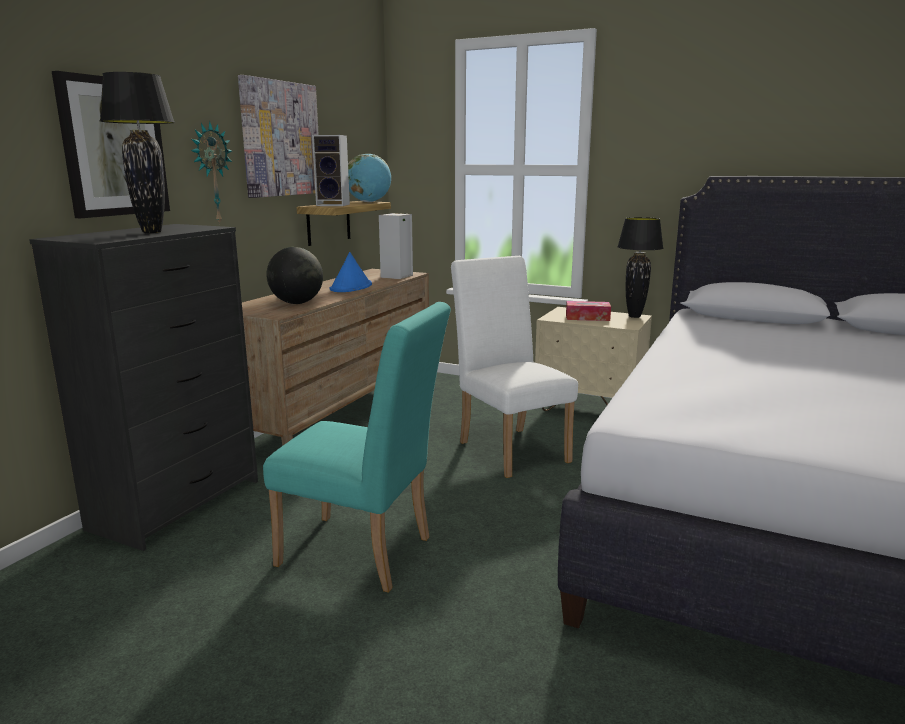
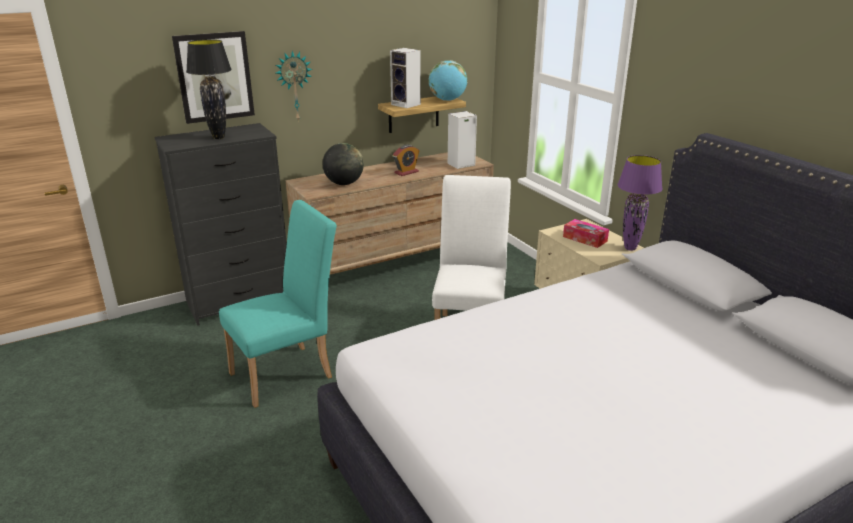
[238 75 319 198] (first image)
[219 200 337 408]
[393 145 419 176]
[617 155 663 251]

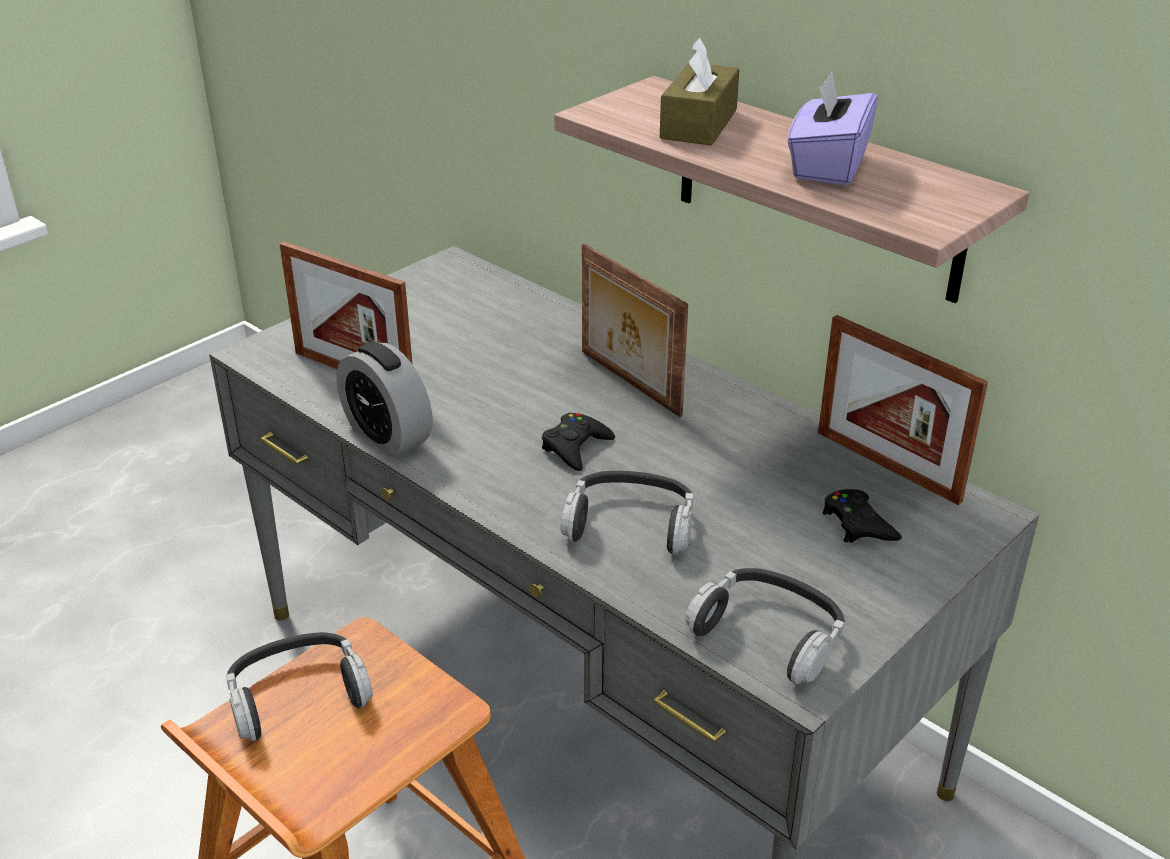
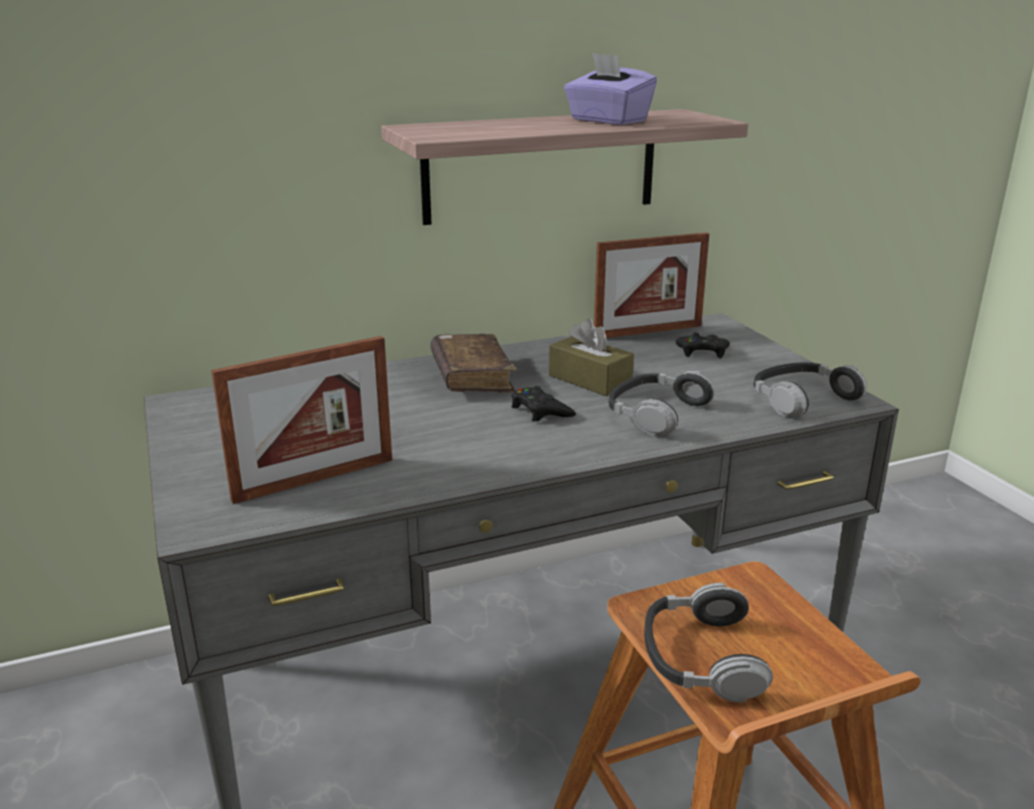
[336 342 433 457] (first image)
[431 334 517 393]
[549 319 634 396]

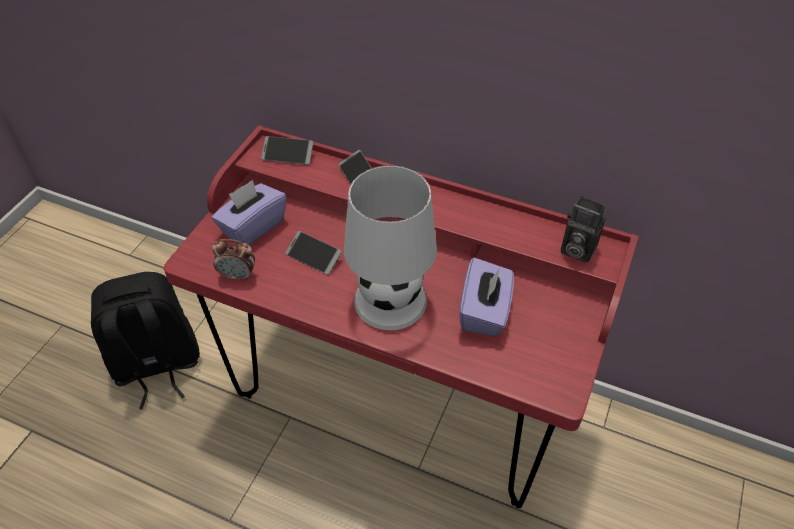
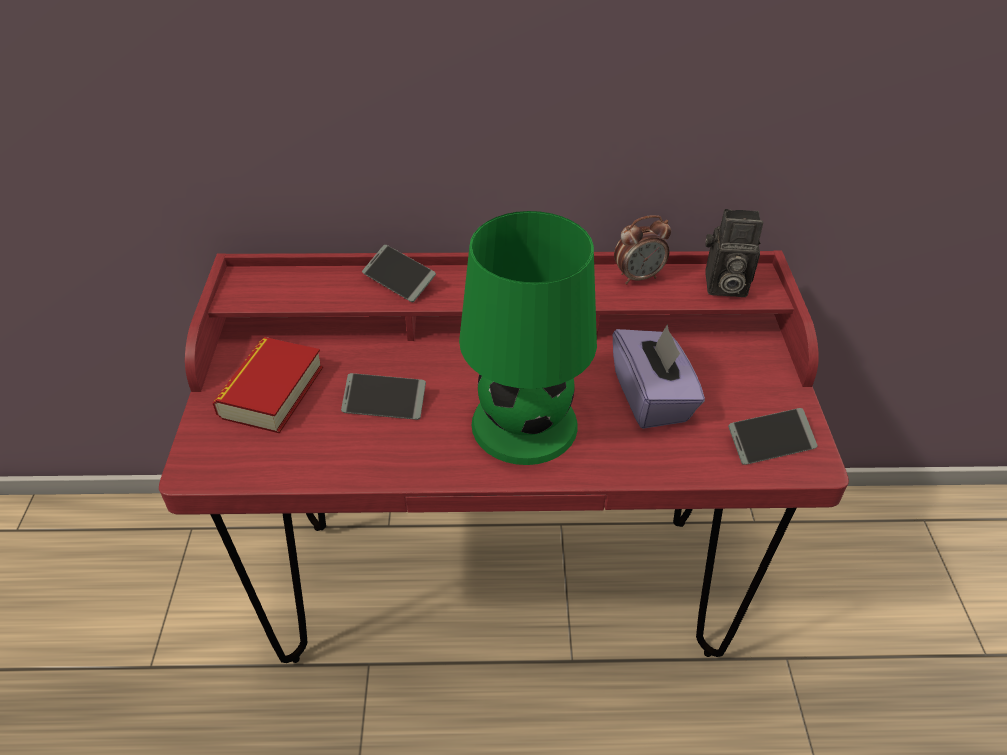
[91 272 200 409] (first image)
[213 337 323 433]
[614 215 671 285]
[728 408 818 465]
[459 211 597 465]

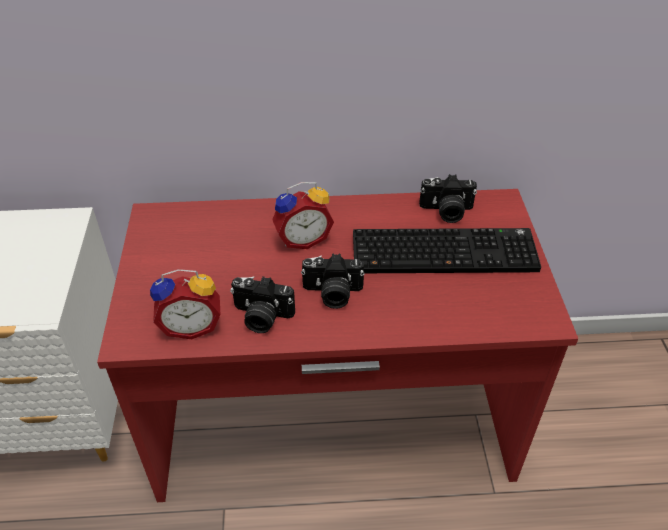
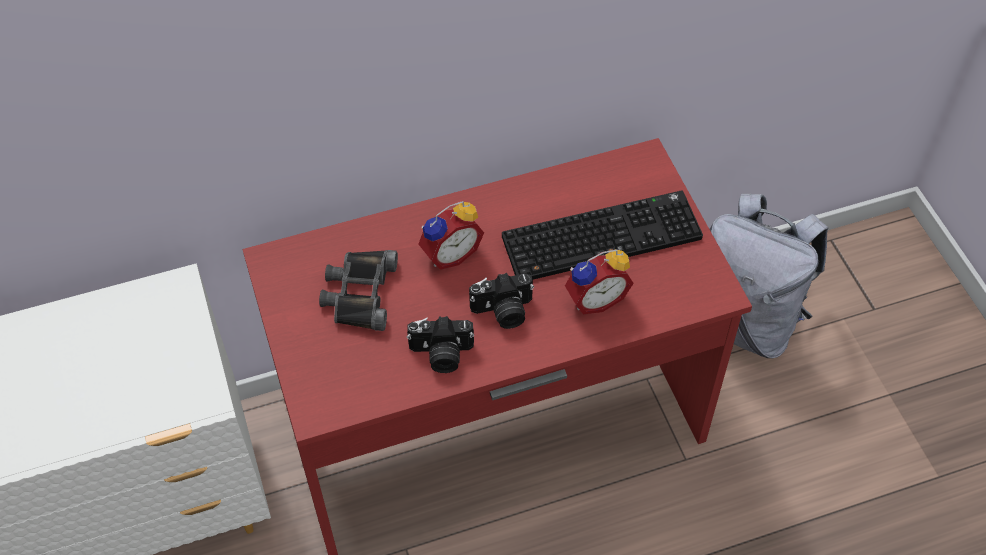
[565 249 634 314]
[419 174 477 223] (first image)
[319 250 398 331]
[710 193 828 358]

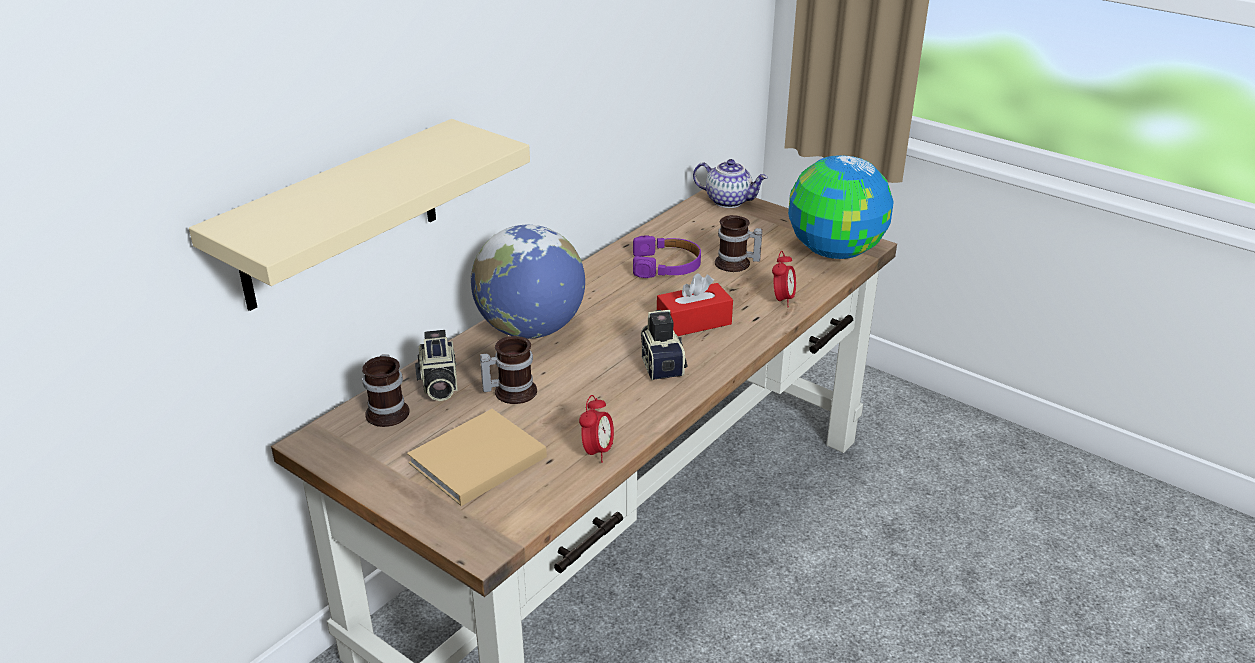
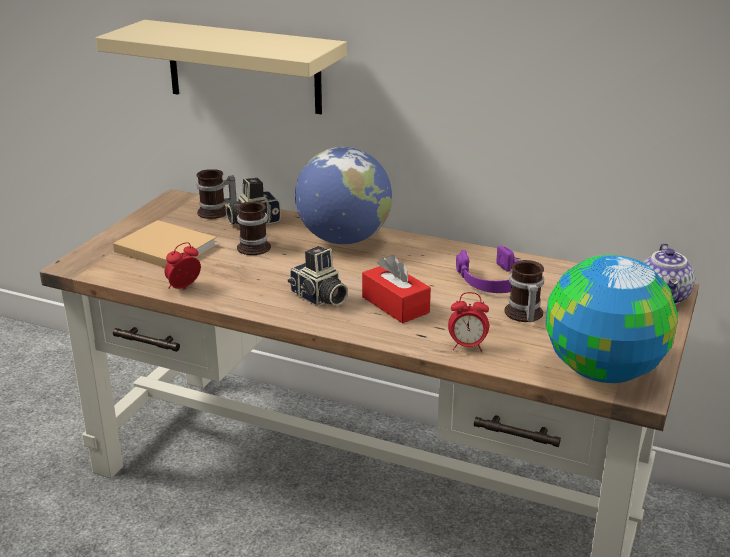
[164 242 201 289]
[288 246 348 306]

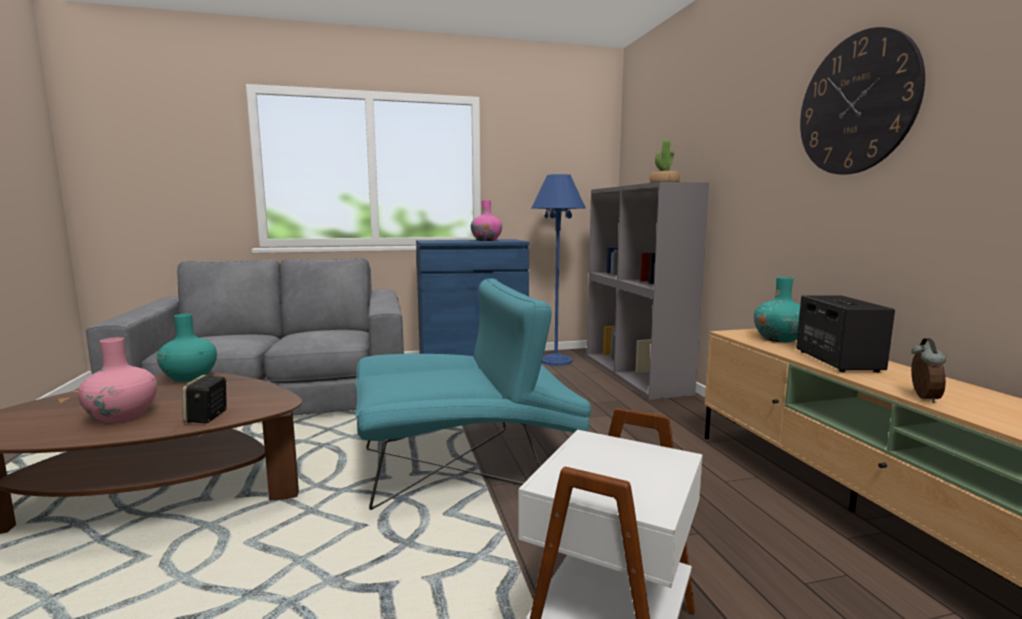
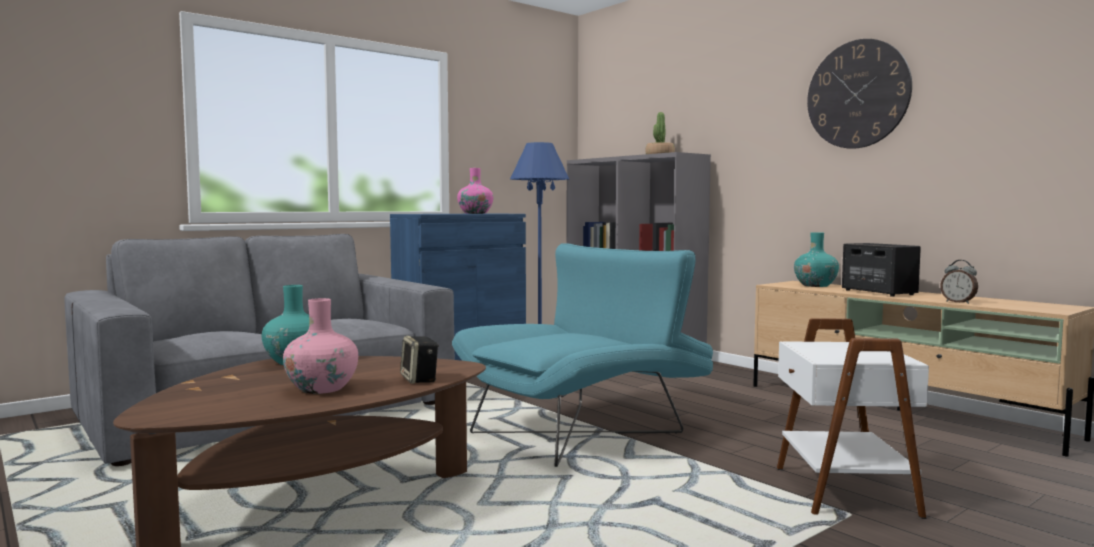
[940 260 978 304]

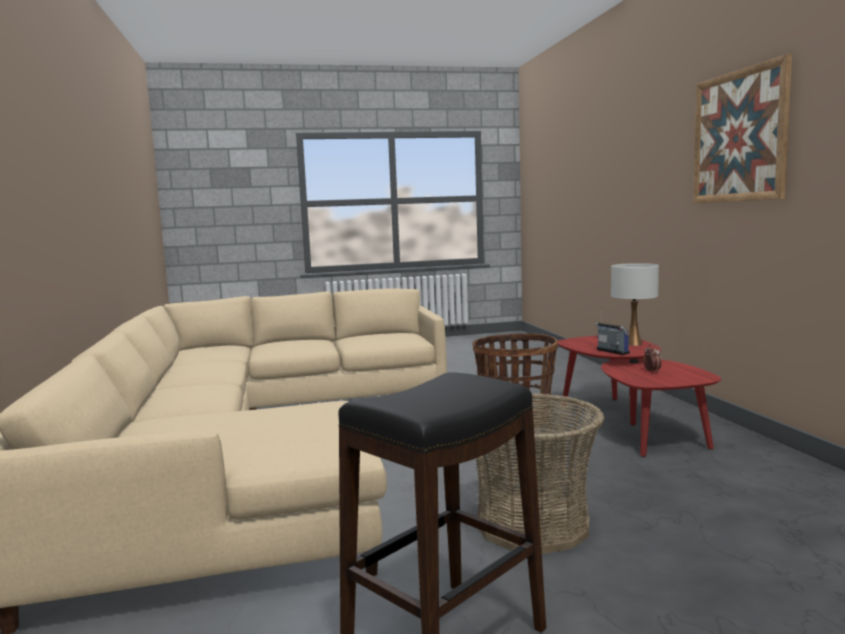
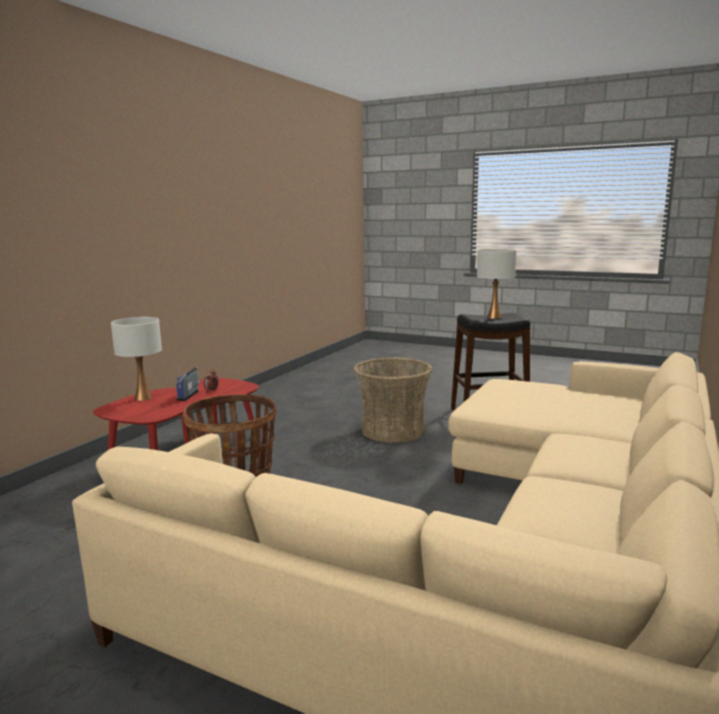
[693 54 792 203] (first image)
[477 249 517 319]

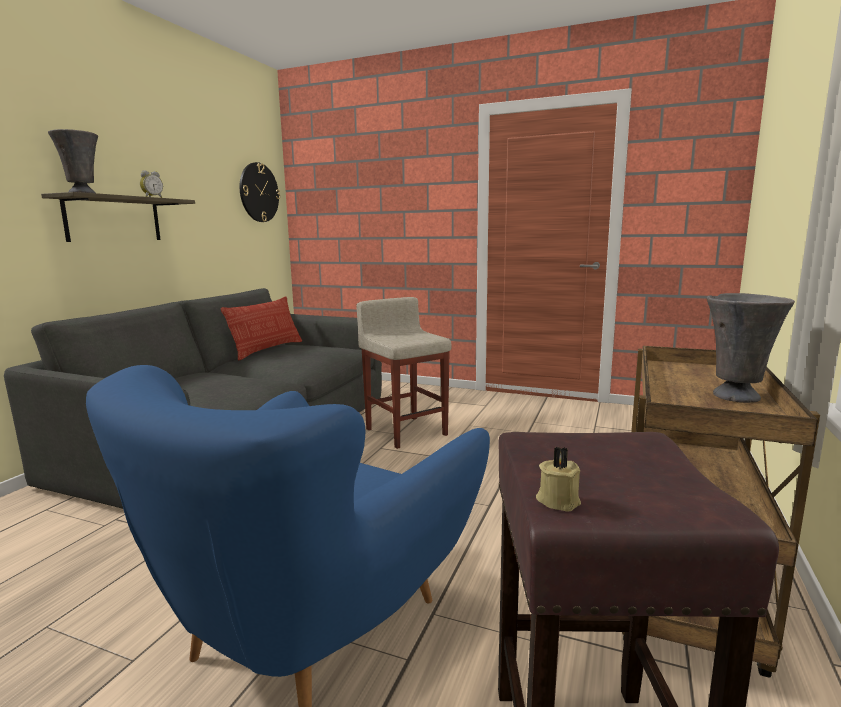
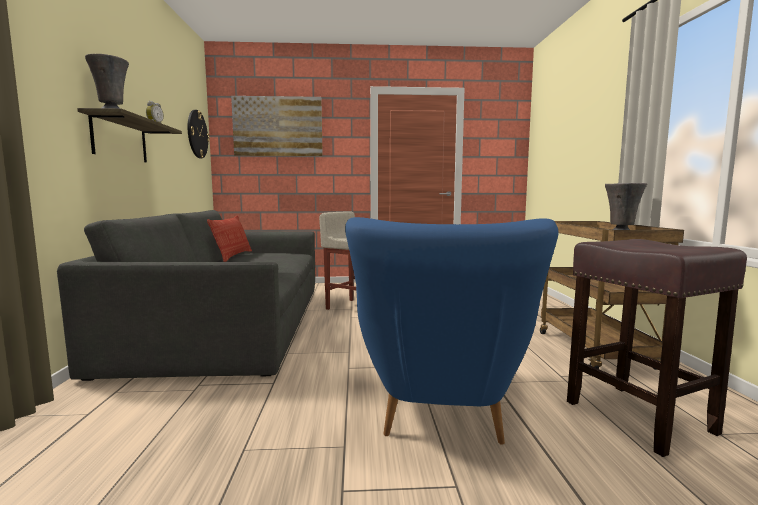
[536 446 581 512] (first image)
[231 96 323 156]

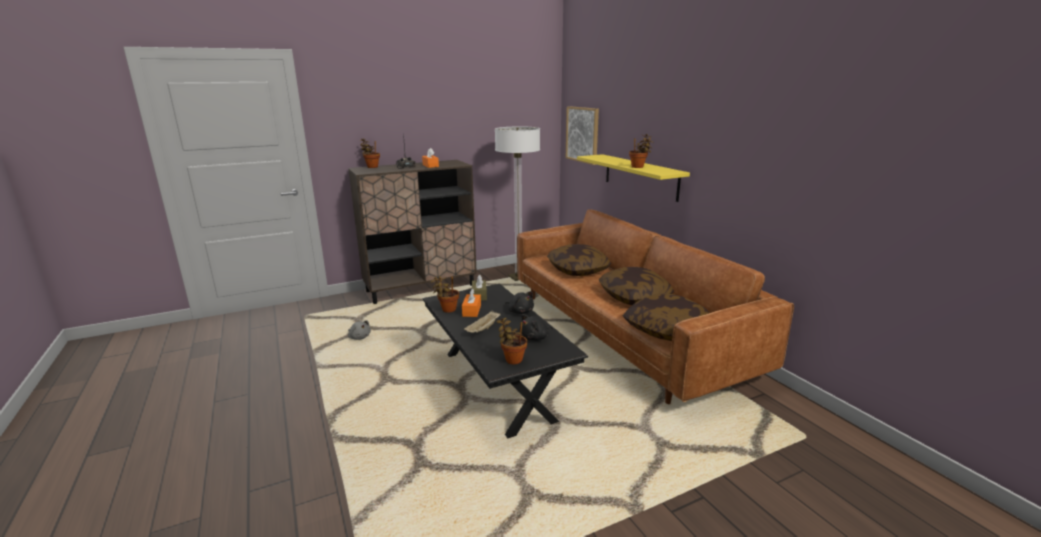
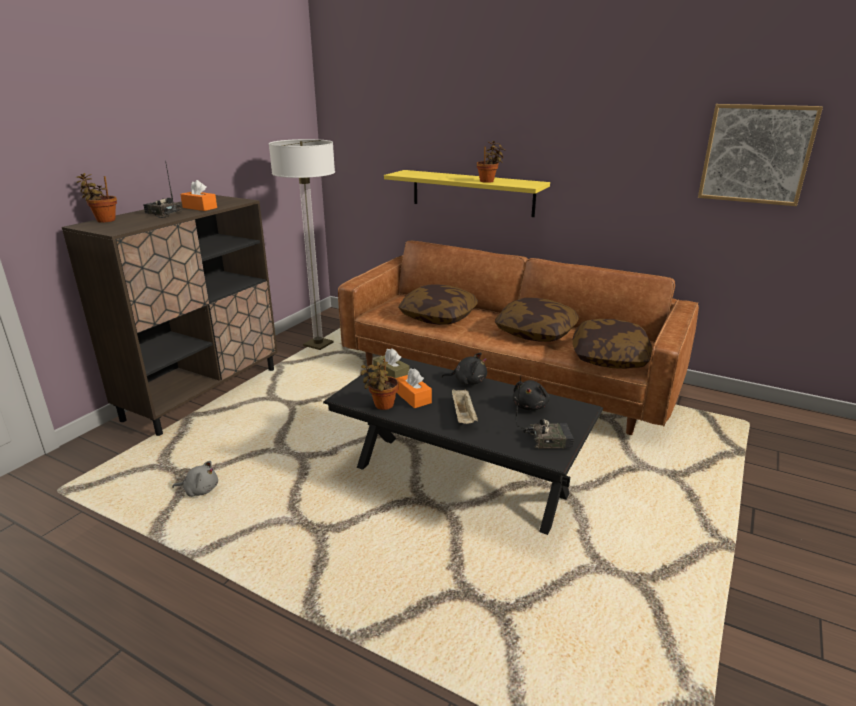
[516 376 574 449]
[698 104 823 206]

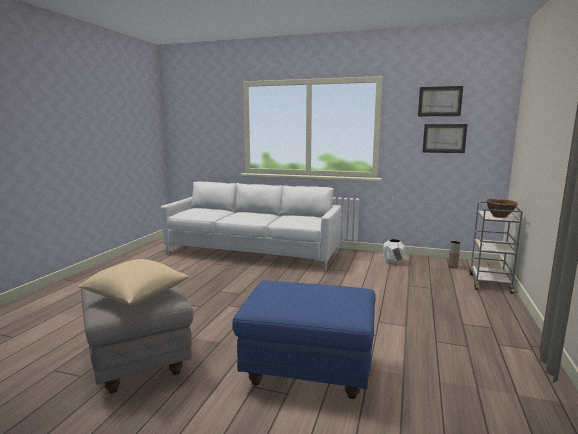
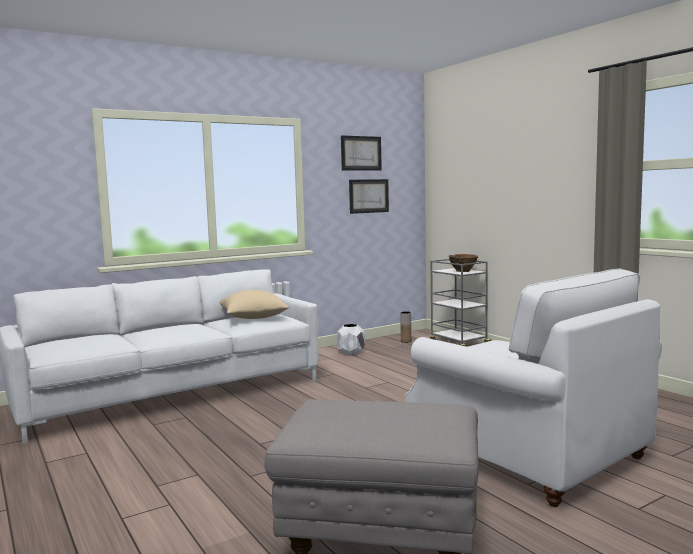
[220 290 289 319]
[405 268 662 507]

